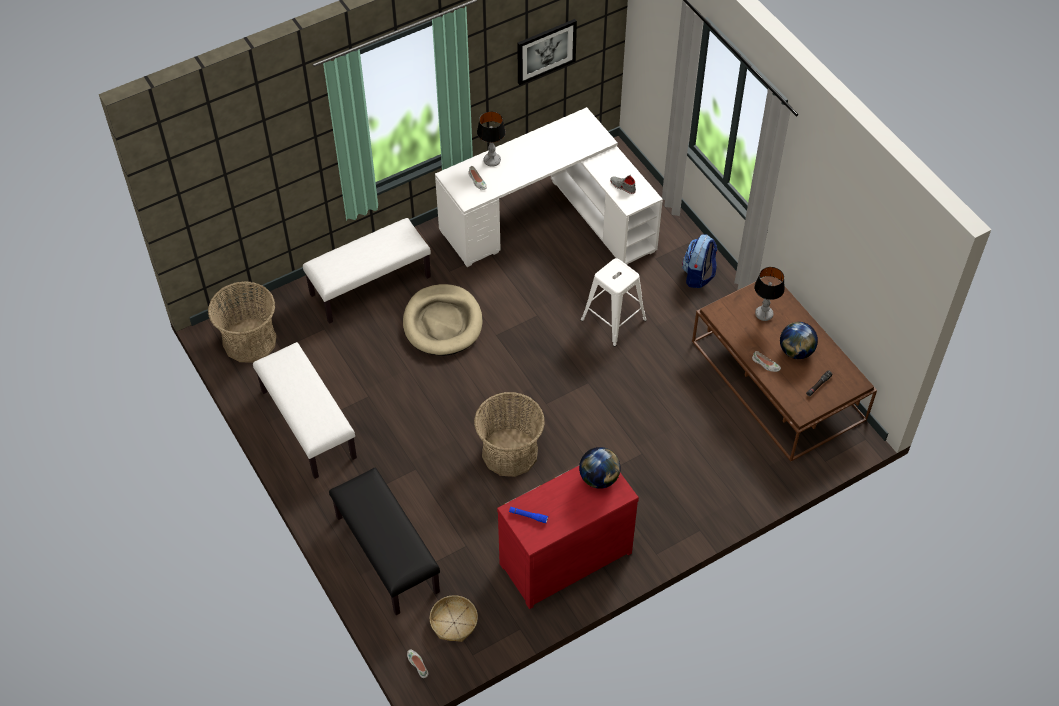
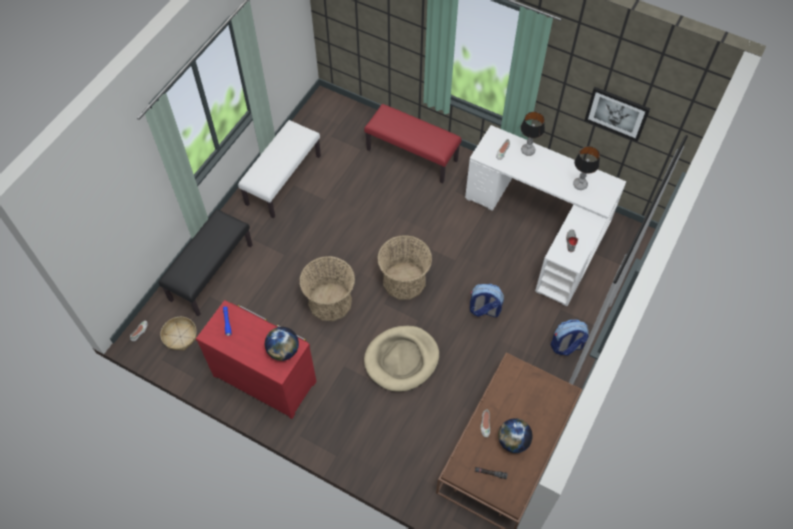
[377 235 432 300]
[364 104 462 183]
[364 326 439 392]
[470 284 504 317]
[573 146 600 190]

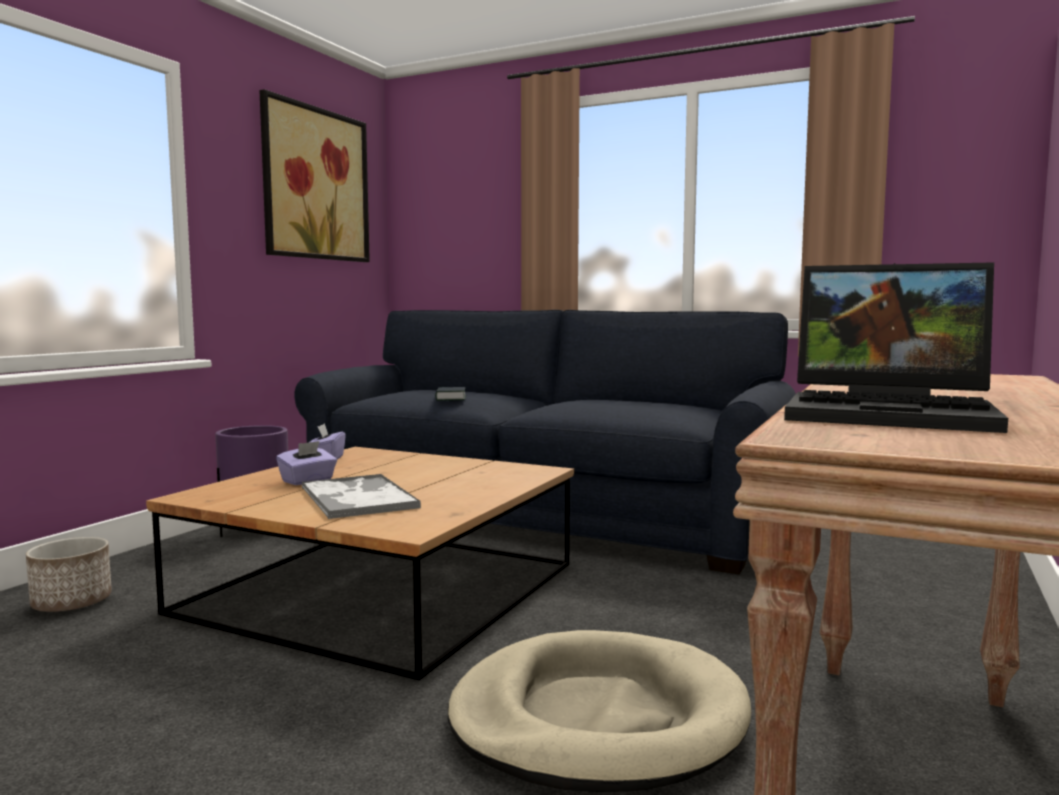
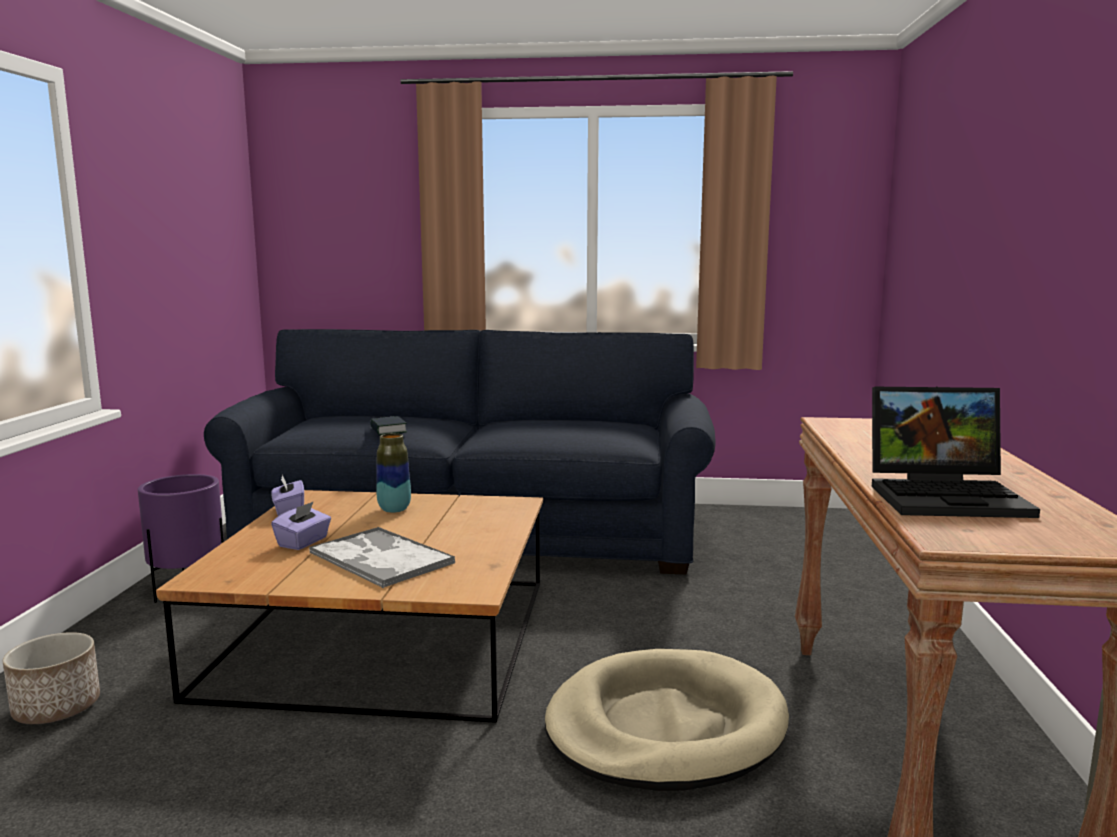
[259 89 370 262] (first image)
[376 433 411 513]

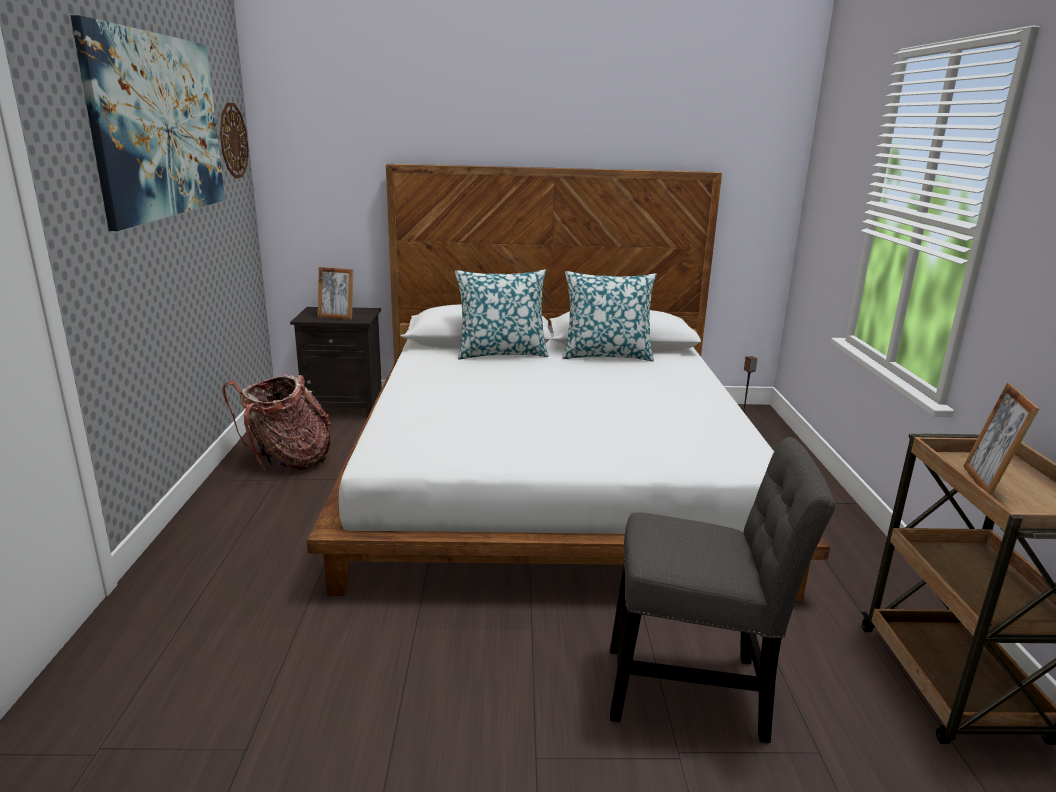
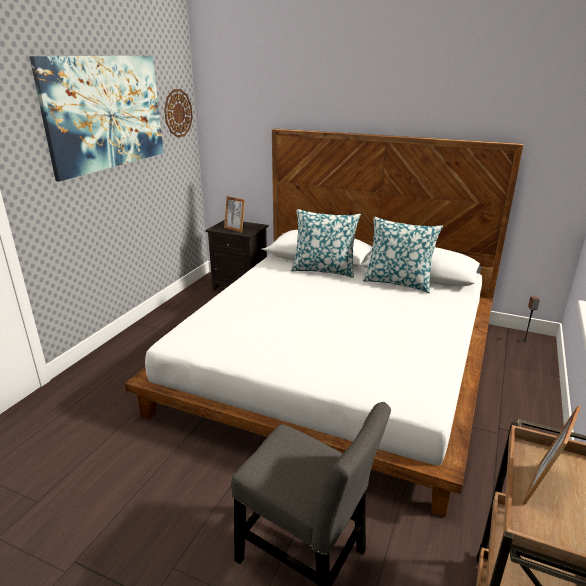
[222 374 331 470] (first image)

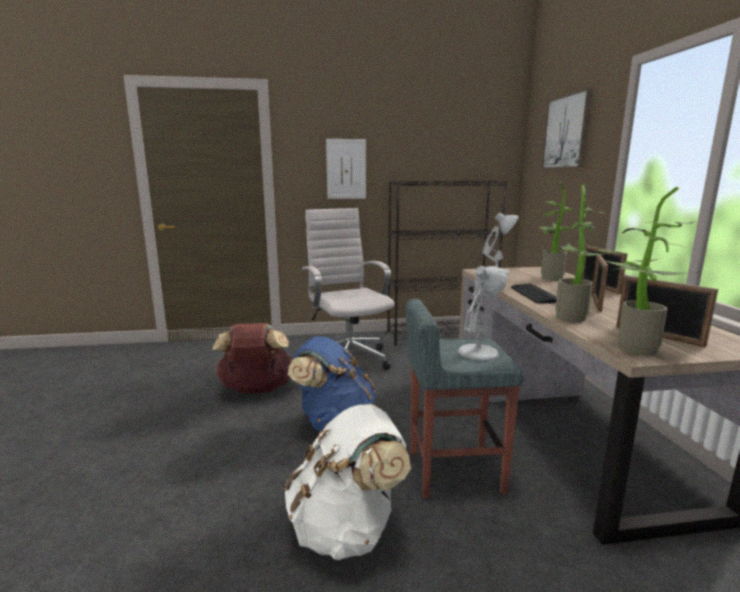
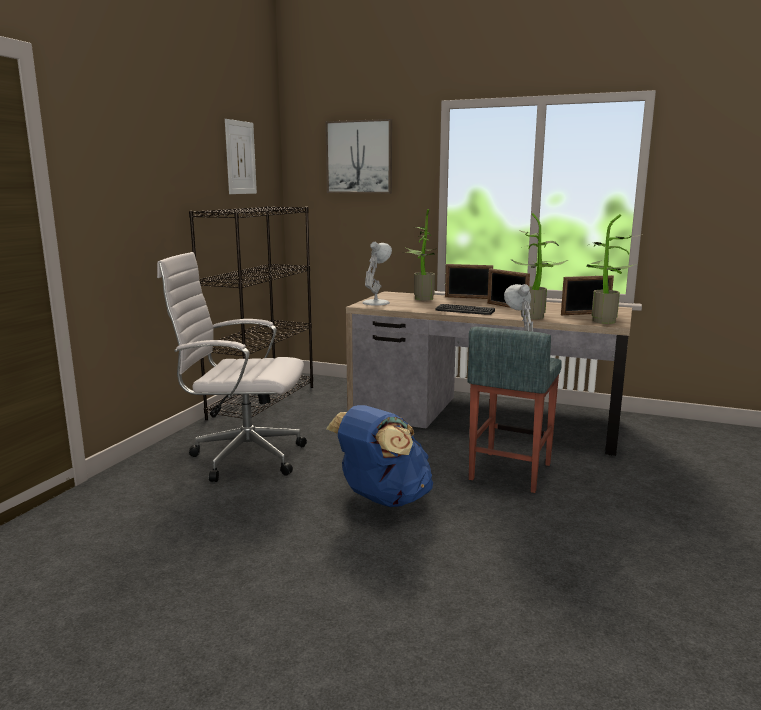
[213 323 292 393] (first image)
[284 404 411 560] (first image)
[225 119 257 194]

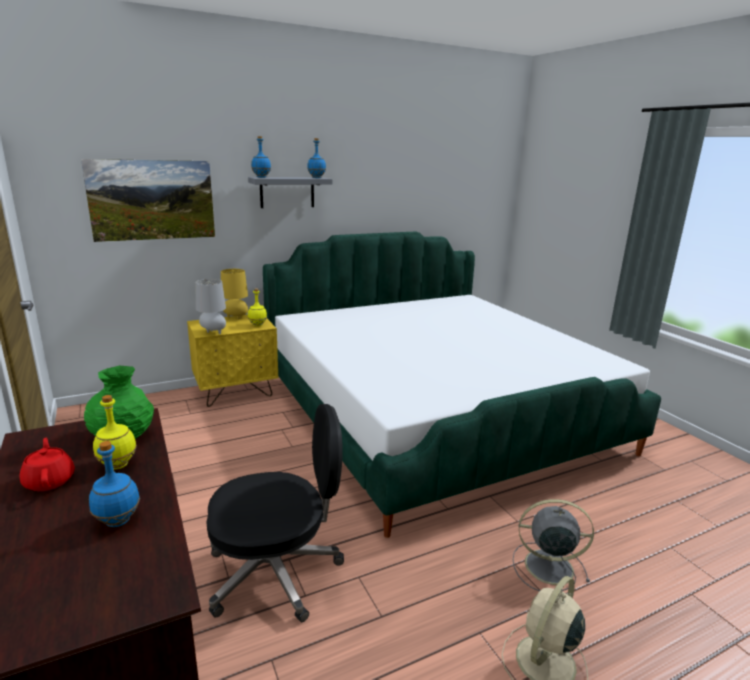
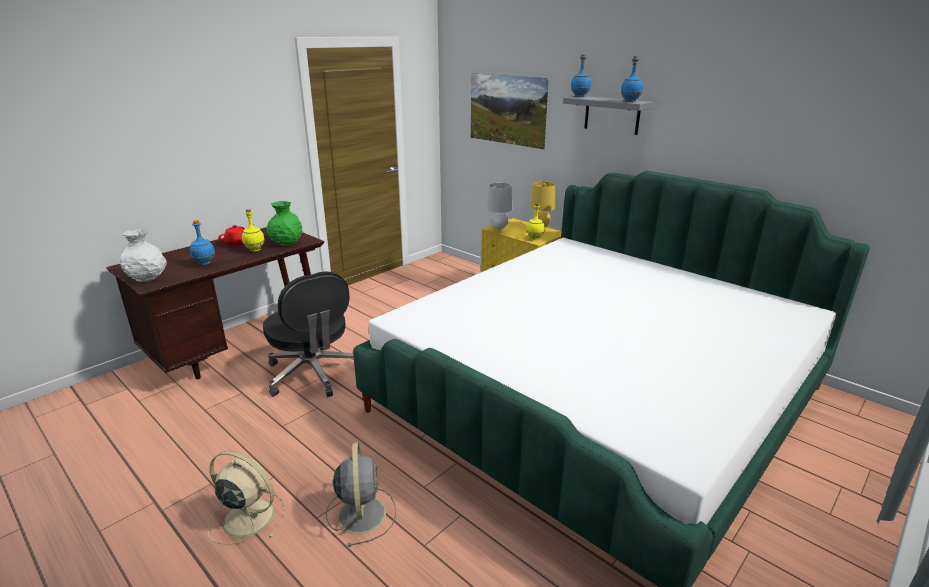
[120 229 167 282]

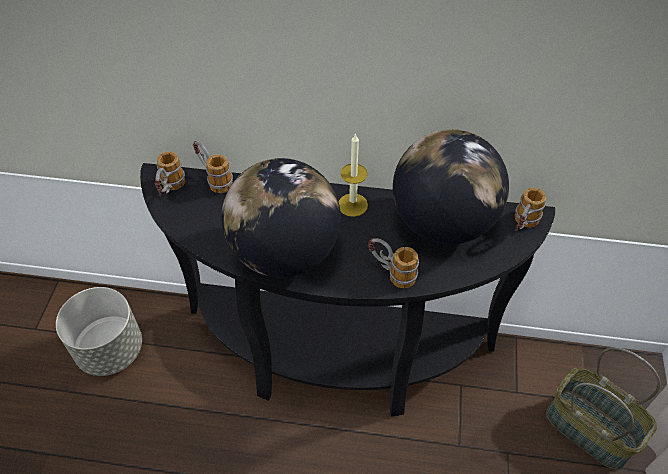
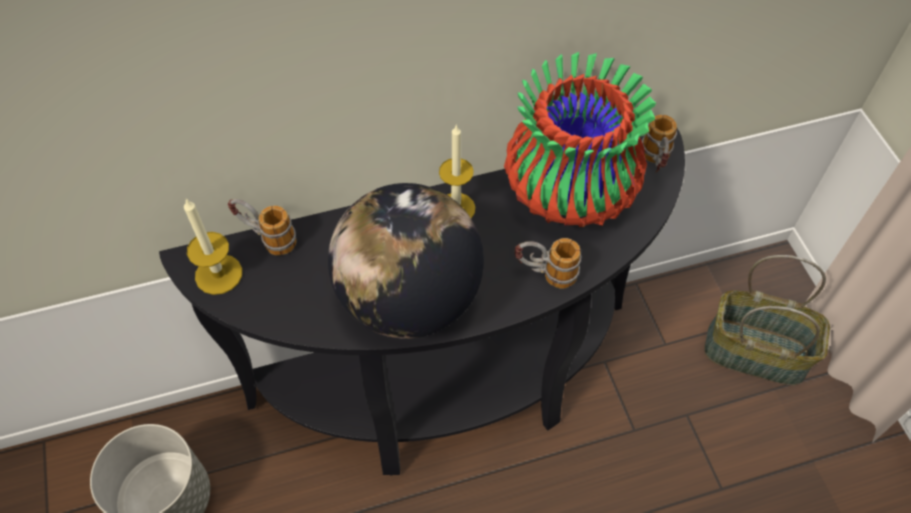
[184 199 242 295]
[504 52 656 227]

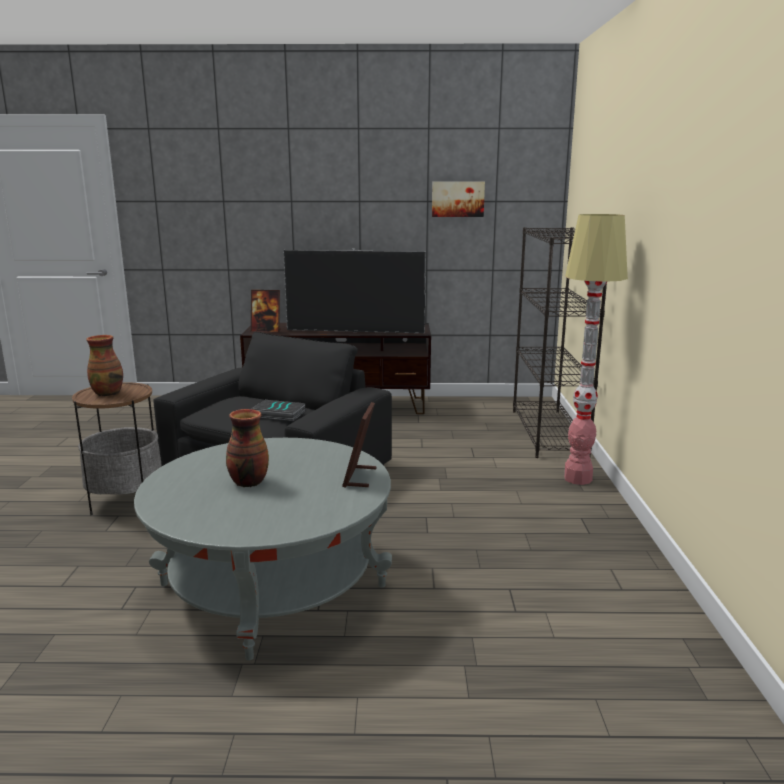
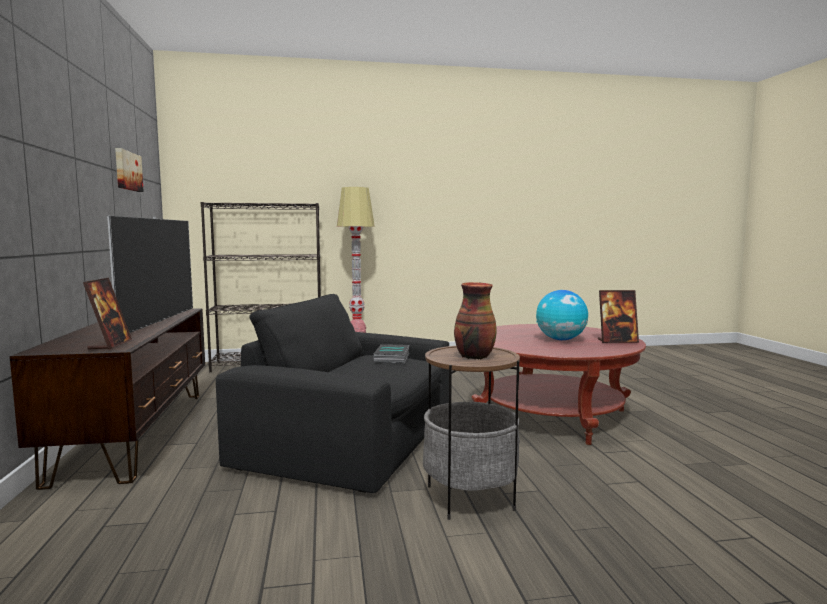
[472 324 646 445]
[536 290 588 340]
[598 290 639 343]

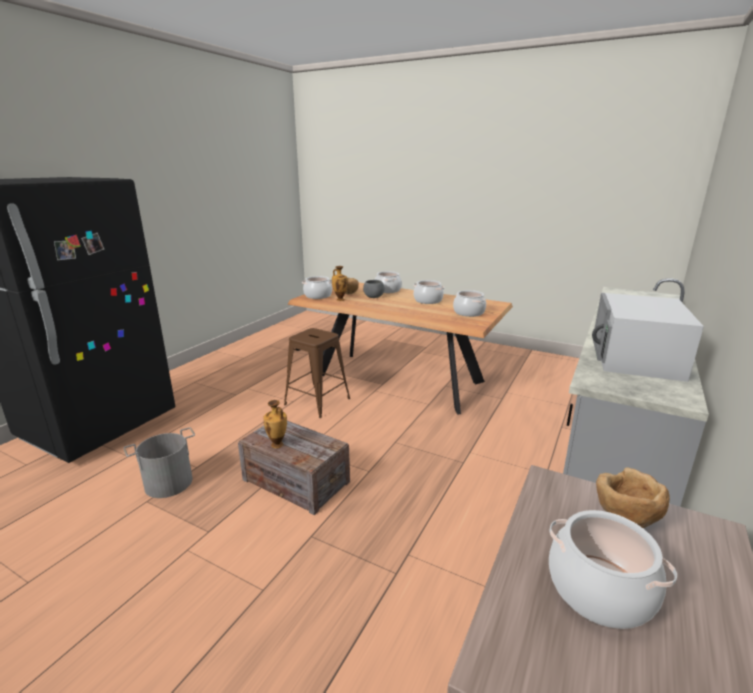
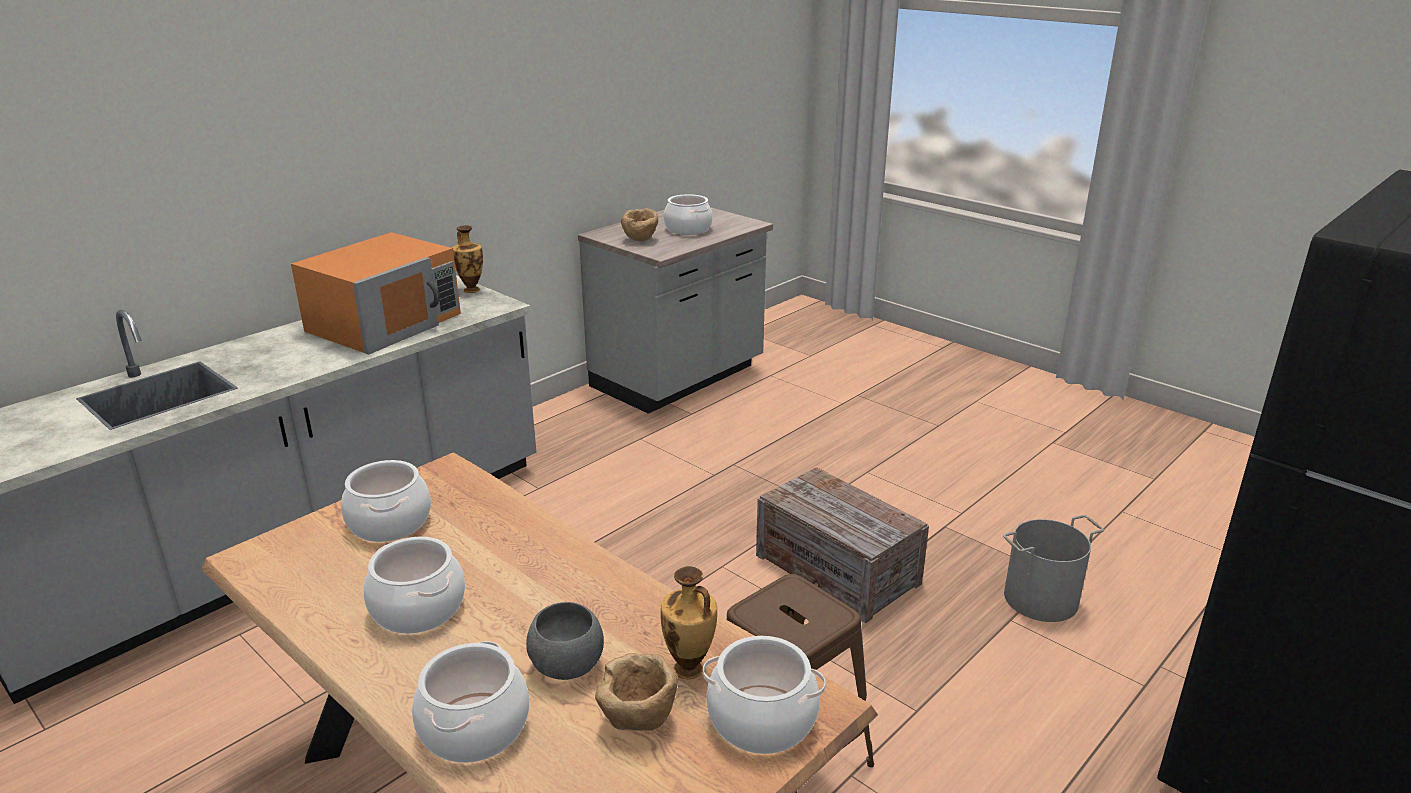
[452 225 483 293]
[291 232 461 355]

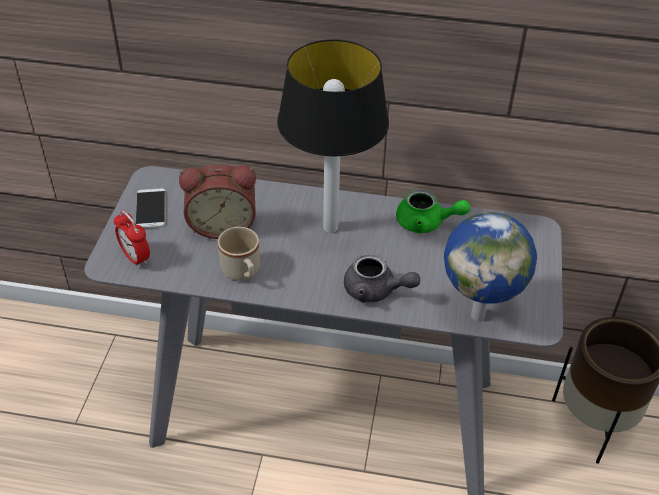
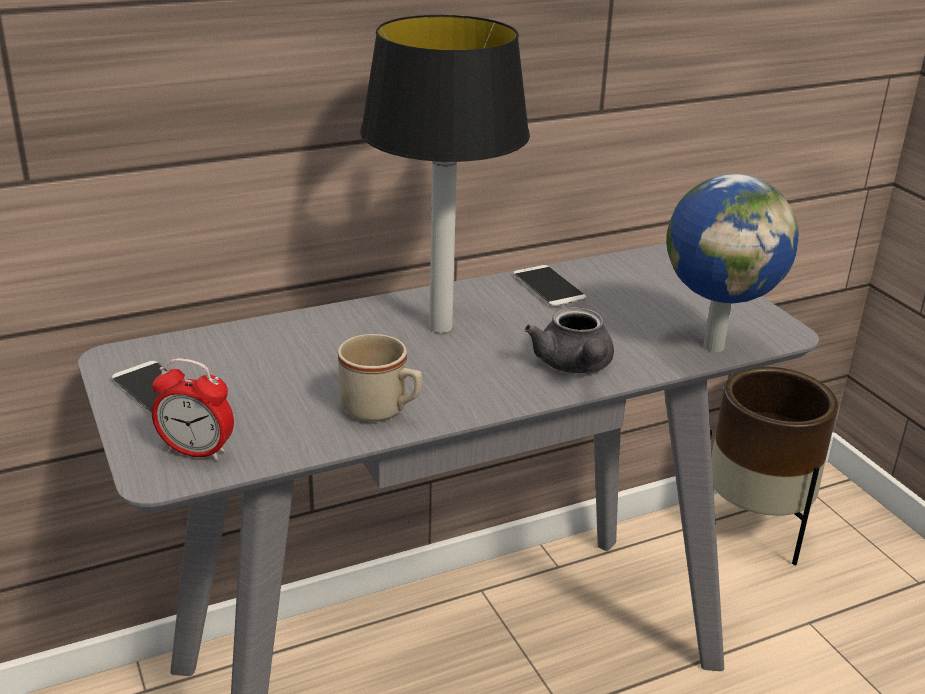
[179 164 256 239] (first image)
[525 307 614 373]
[513 265 587 307]

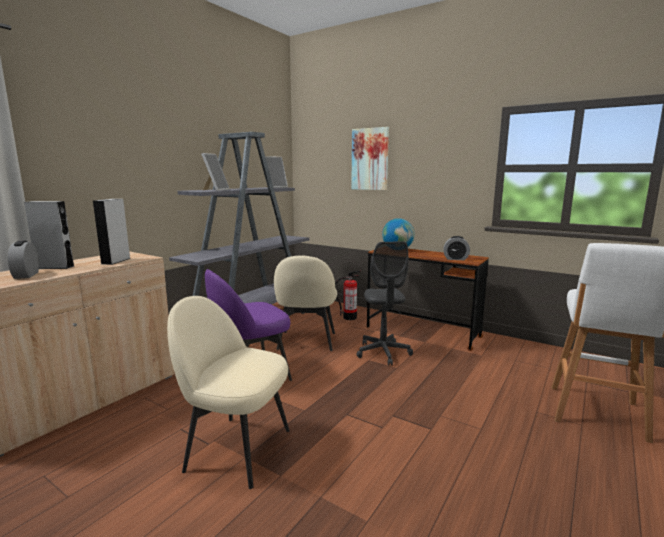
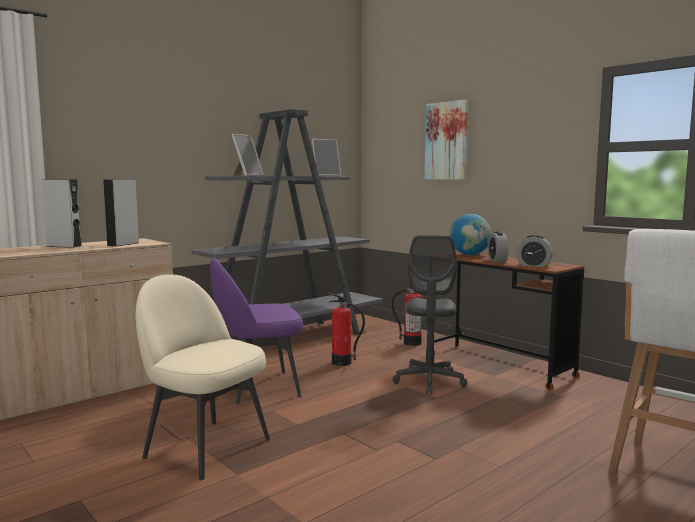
[488 232 508 262]
[328 293 365 366]

